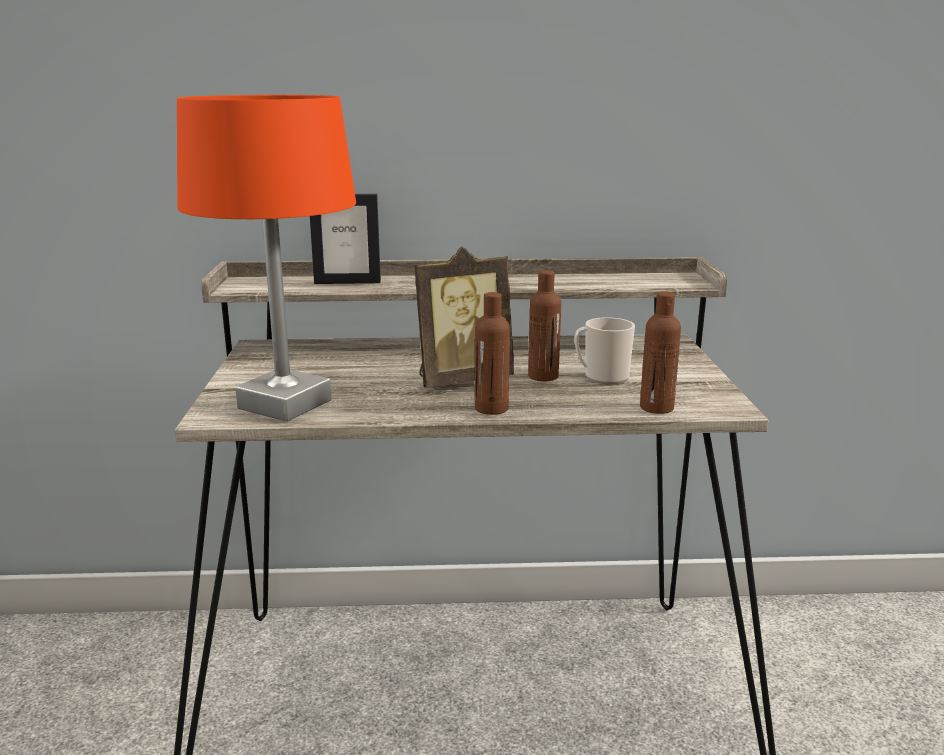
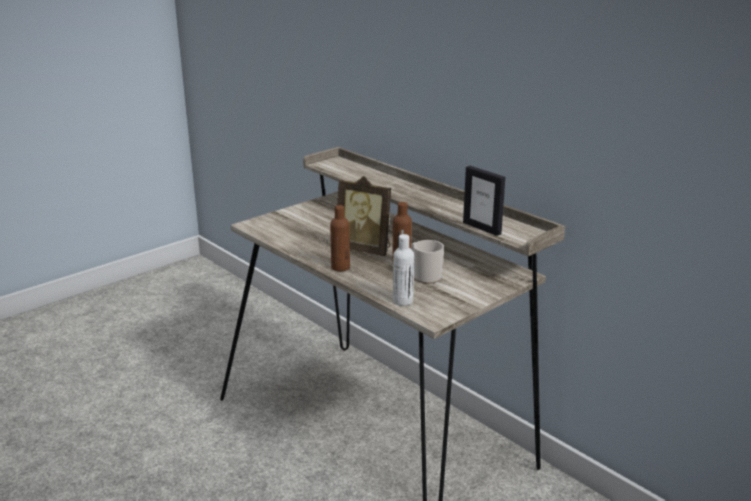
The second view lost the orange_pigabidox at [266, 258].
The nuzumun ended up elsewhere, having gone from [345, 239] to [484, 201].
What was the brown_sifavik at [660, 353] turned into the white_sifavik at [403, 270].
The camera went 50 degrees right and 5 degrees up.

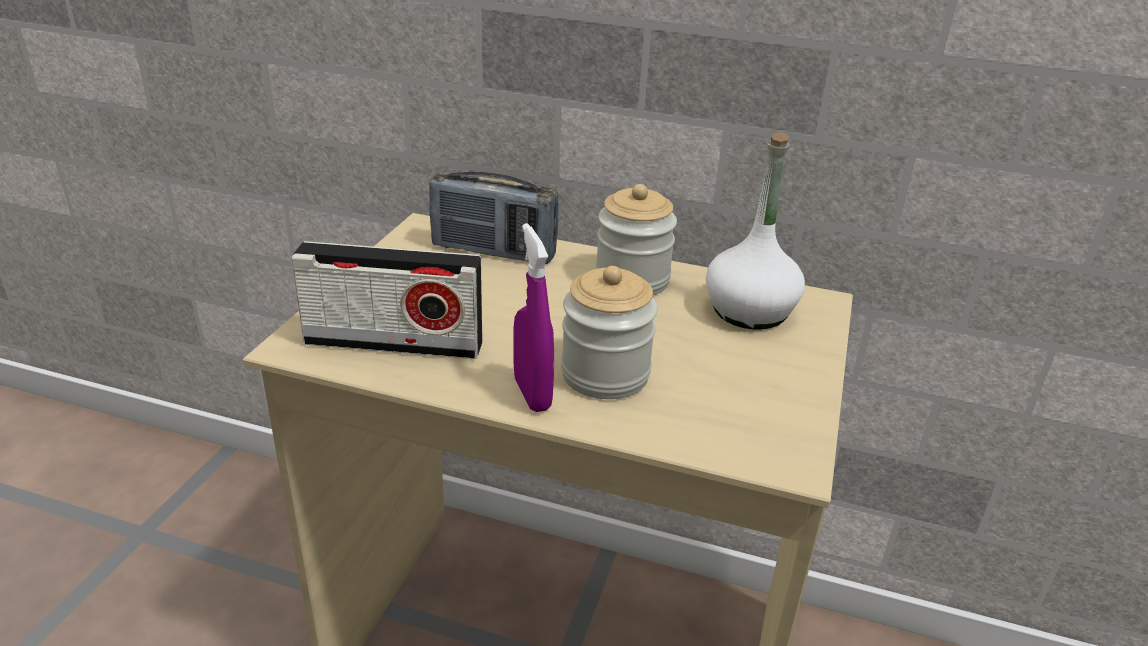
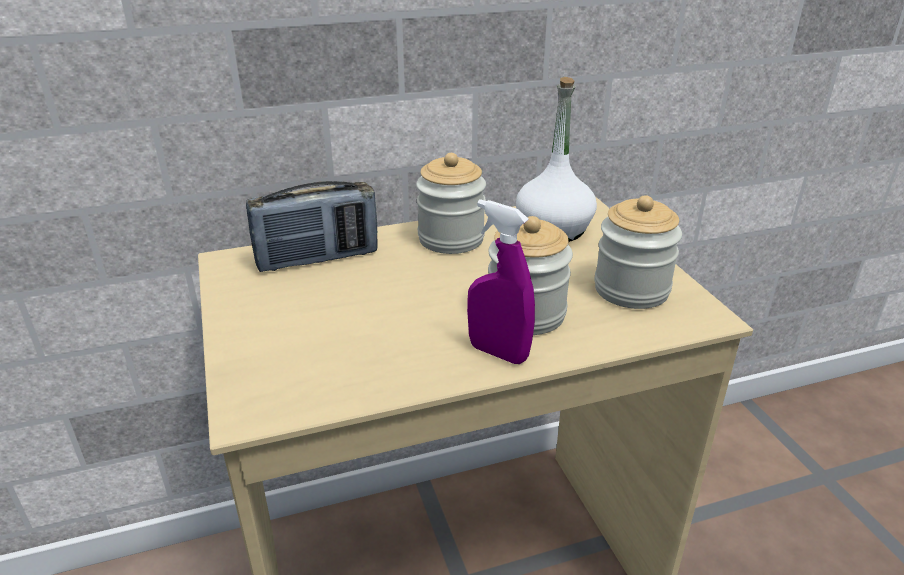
The second view lost the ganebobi at [386, 300].
The second view gained the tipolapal at [638, 252].
The camera went 35 degrees left and 0 degrees up.

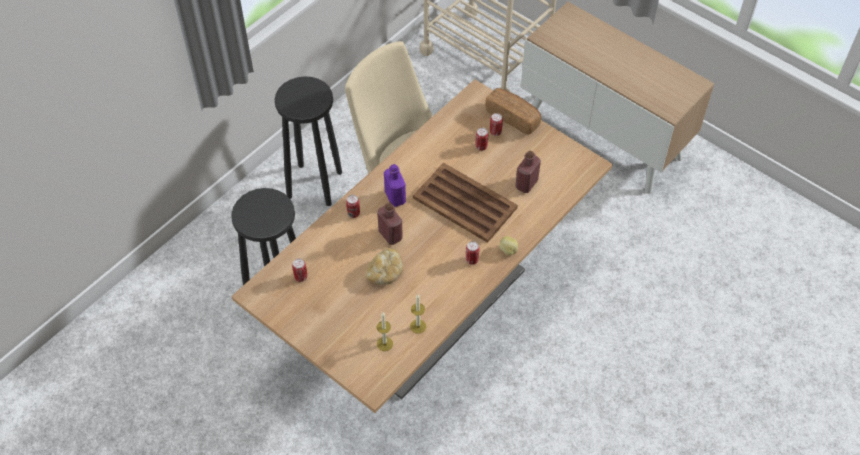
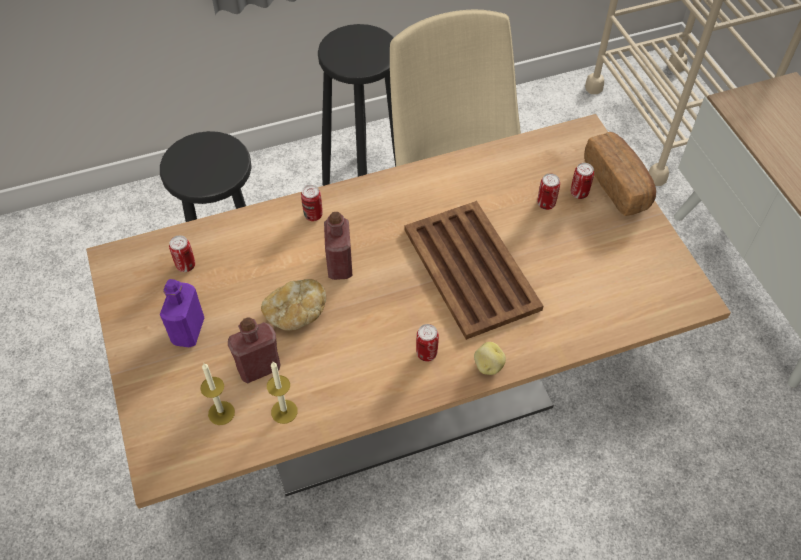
The purple_sifavik ended up elsewhere, having gone from [395, 185] to [182, 313].
The red_sifavik ended up elsewhere, having gone from [528, 172] to [254, 350].
The camera went 30 degrees right and 0 degrees up.

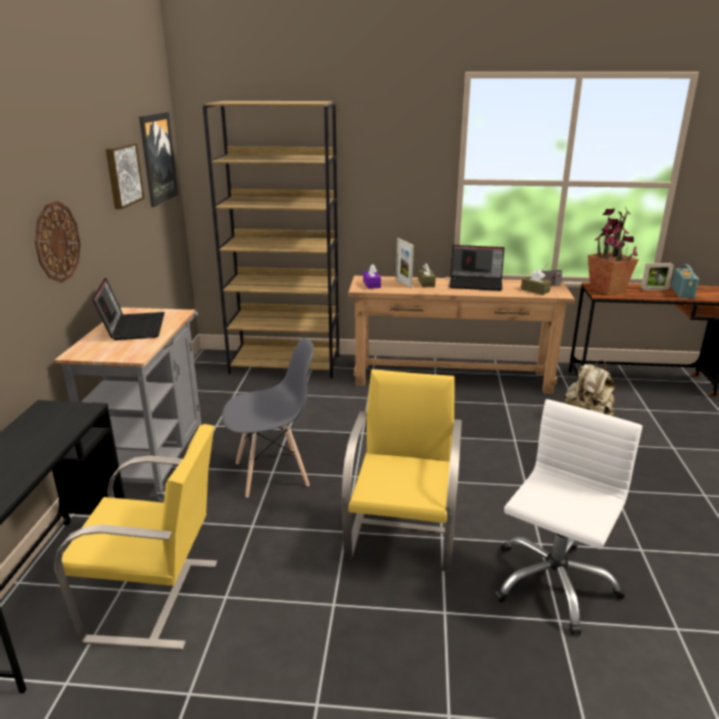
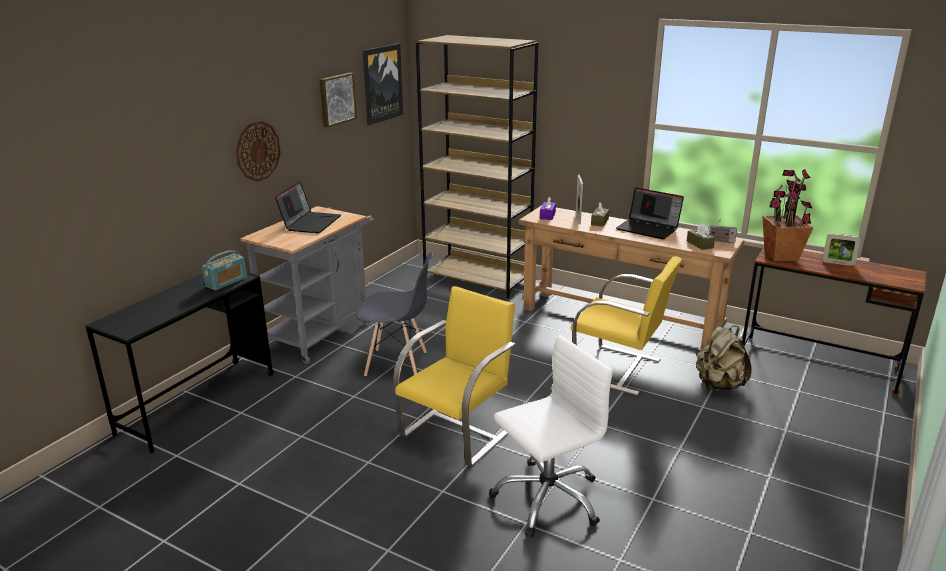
The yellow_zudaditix ended up elsewhere, having gone from [135, 537] to [626, 325].
The ganebobi ended up elsewhere, having gone from [685, 281] to [224, 270].
The camera went 25 degrees right and 0 degrees up.

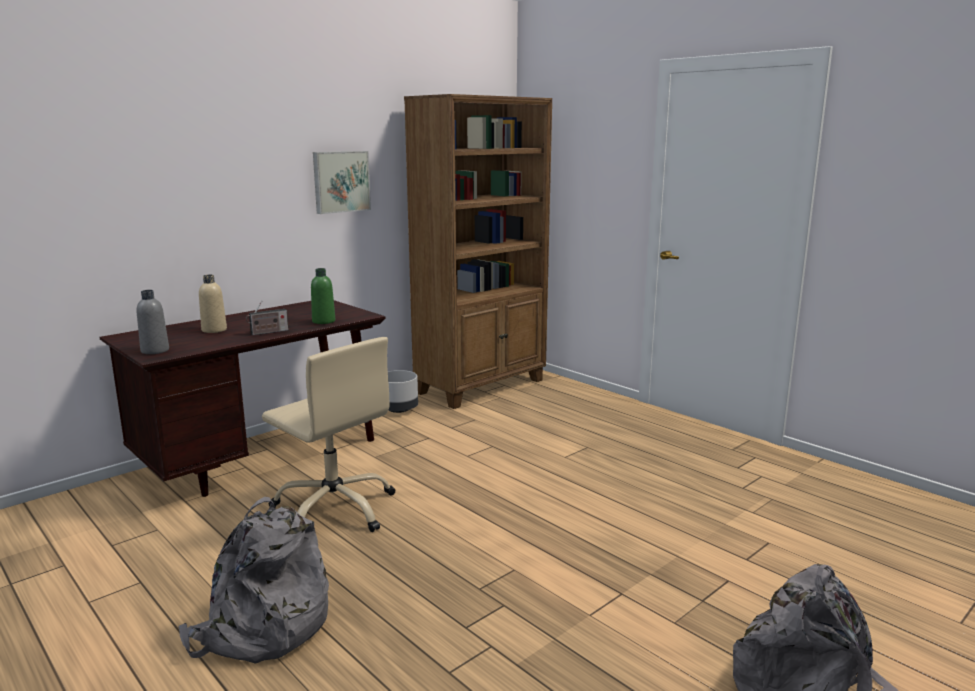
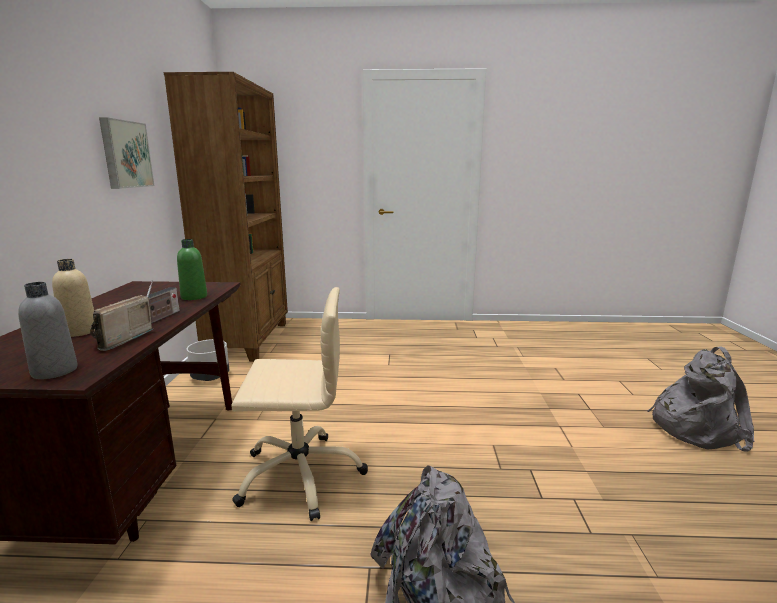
The second view gained the ganebobi at [121, 323].
The camera went 45 degrees left and 0 degrees up.

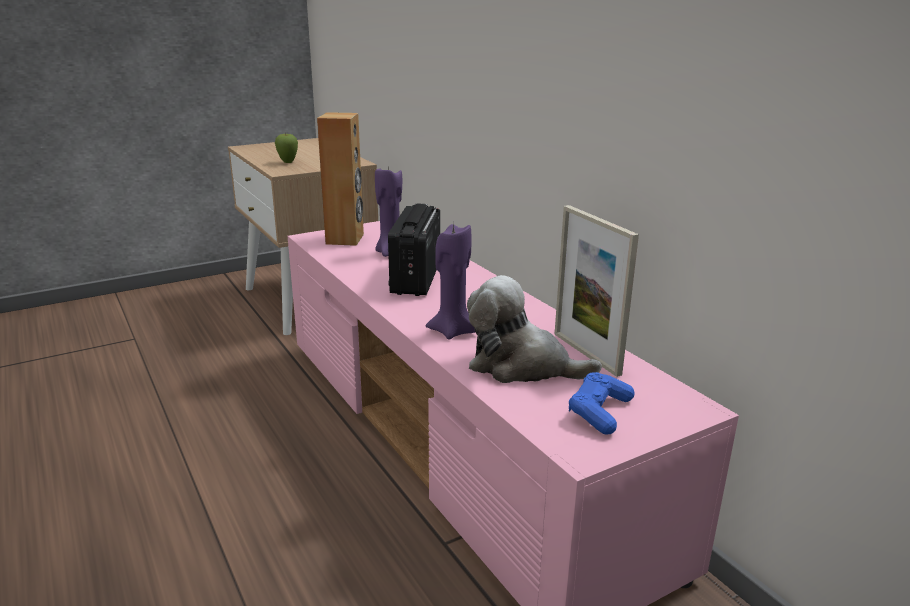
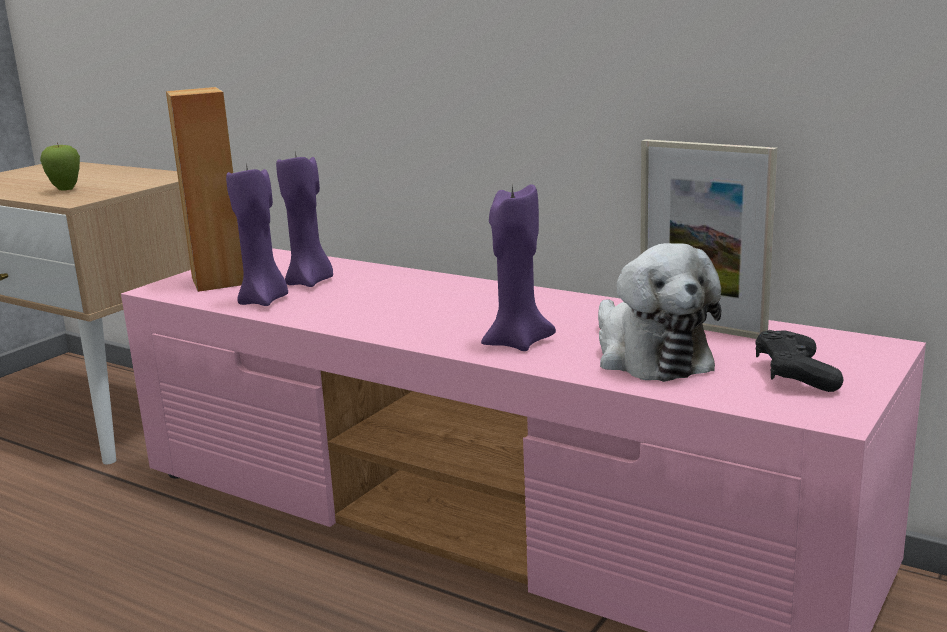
The second view lost the ganebobi at [414, 249].
The second view gained the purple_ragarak at [257, 235].
What was the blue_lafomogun at [602, 403] turned into the black_lafomogun at [799, 361].
The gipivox at [534, 329] ended up facing another way, 105 degrees counterclockwise from before.
The camera went 25 degrees left and 5 degrees down.

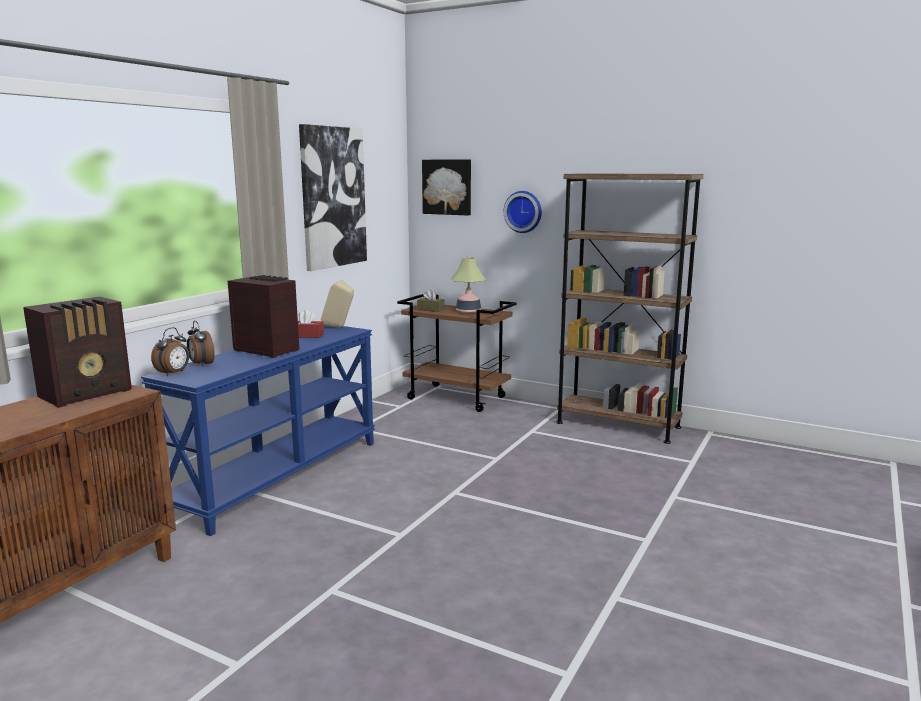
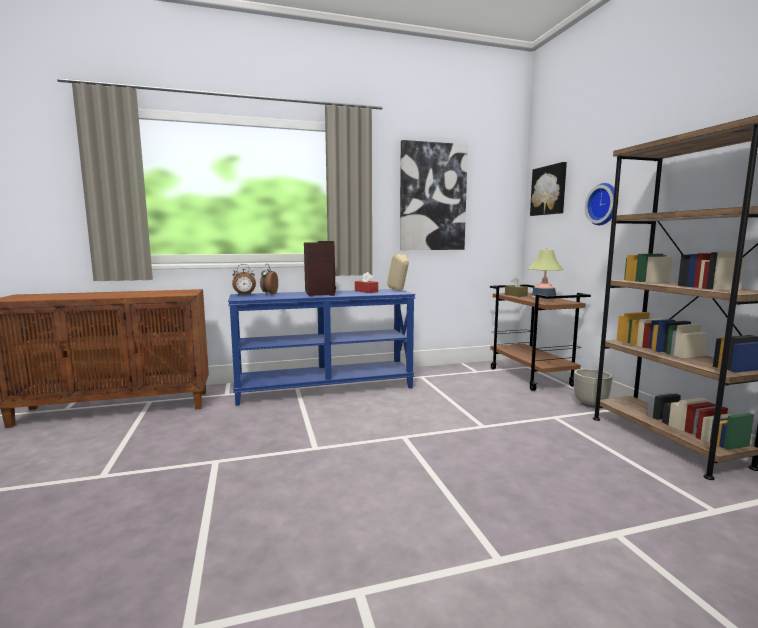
The second view lost the ganebobi at [77, 352].
The second view gained the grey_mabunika at [593, 388].
The camera went 45 degrees right and 5 degrees down.

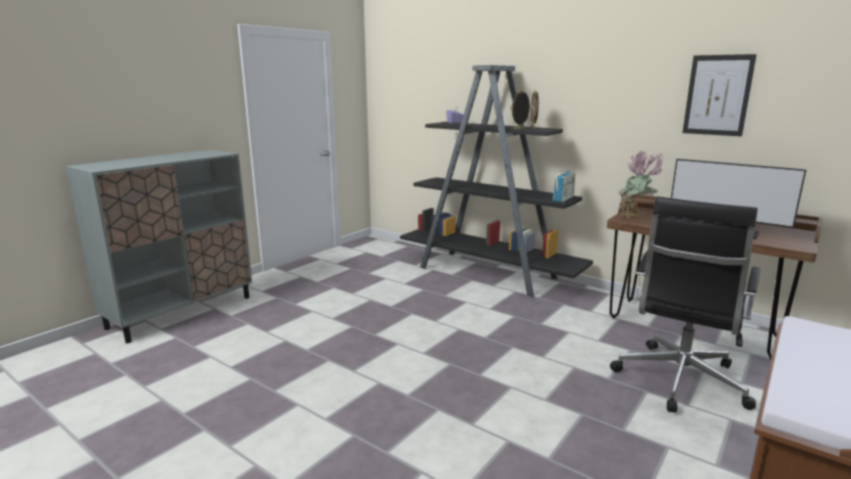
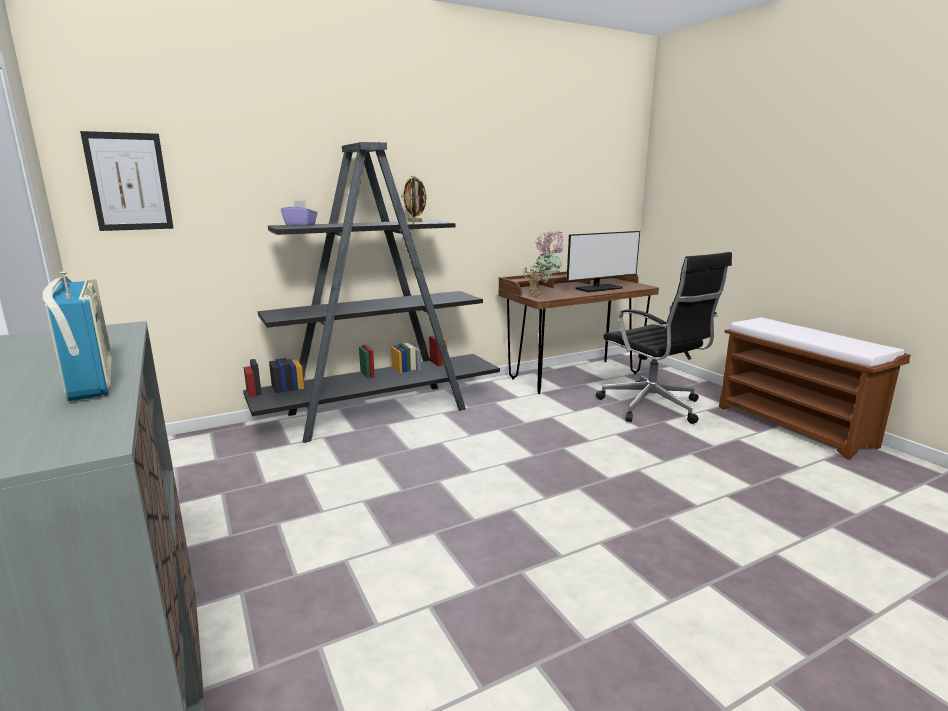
The ganebobi ended up elsewhere, having gone from [564, 187] to [77, 336].
The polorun ended up elsewhere, having gone from [719, 95] to [126, 181].
The camera went 65 degrees left and 0 degrees up.

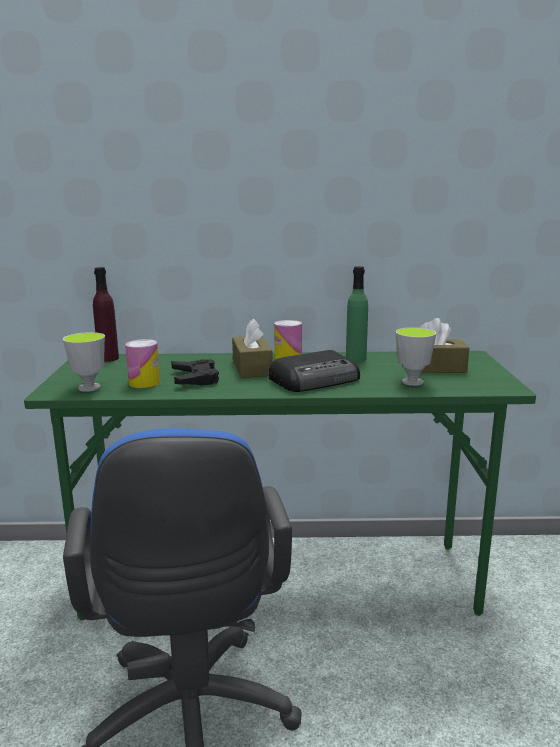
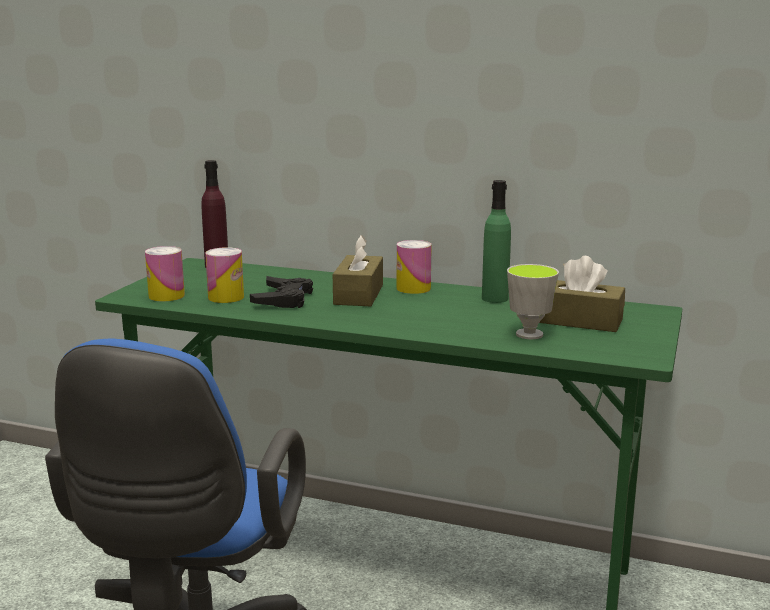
The second view lost the ganebobi at [314, 371].
Where the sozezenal stood at [84, 362], the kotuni came to stand at [165, 274].
The camera went 20 degrees right and 0 degrees up.

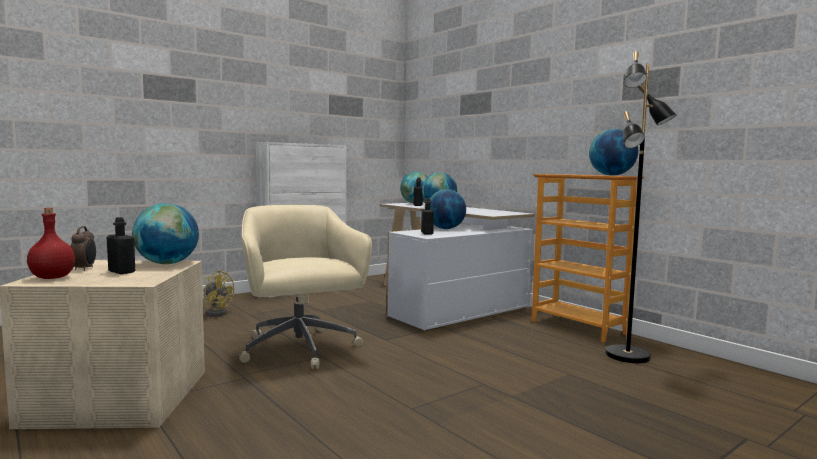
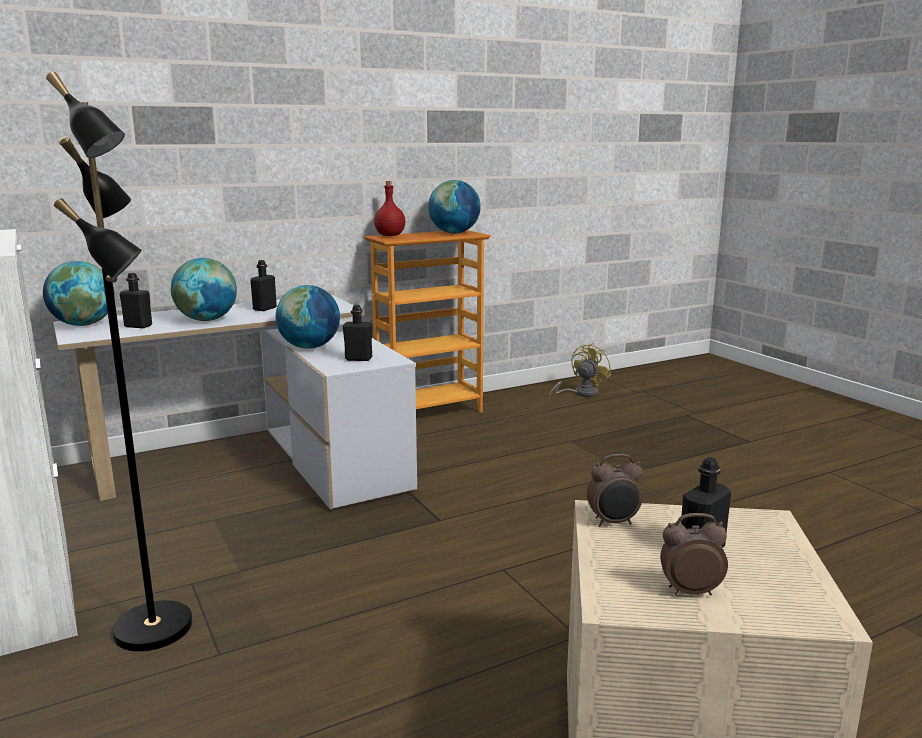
The second view lost the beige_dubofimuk at [305, 287].
The second view gained the black_sifavik at [263, 285].
The red_sifavik ended up elsewhere, having gone from [51, 243] to [389, 208].
The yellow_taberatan ended up elsewhere, having gone from [218, 293] to [580, 370].
The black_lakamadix ended up elsewhere, having gone from [641, 207] to [119, 361].
Where the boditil stood at [165, 233], the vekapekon came to stand at [615, 490].
The camera went 80 degrees left and 10 degrees up.

